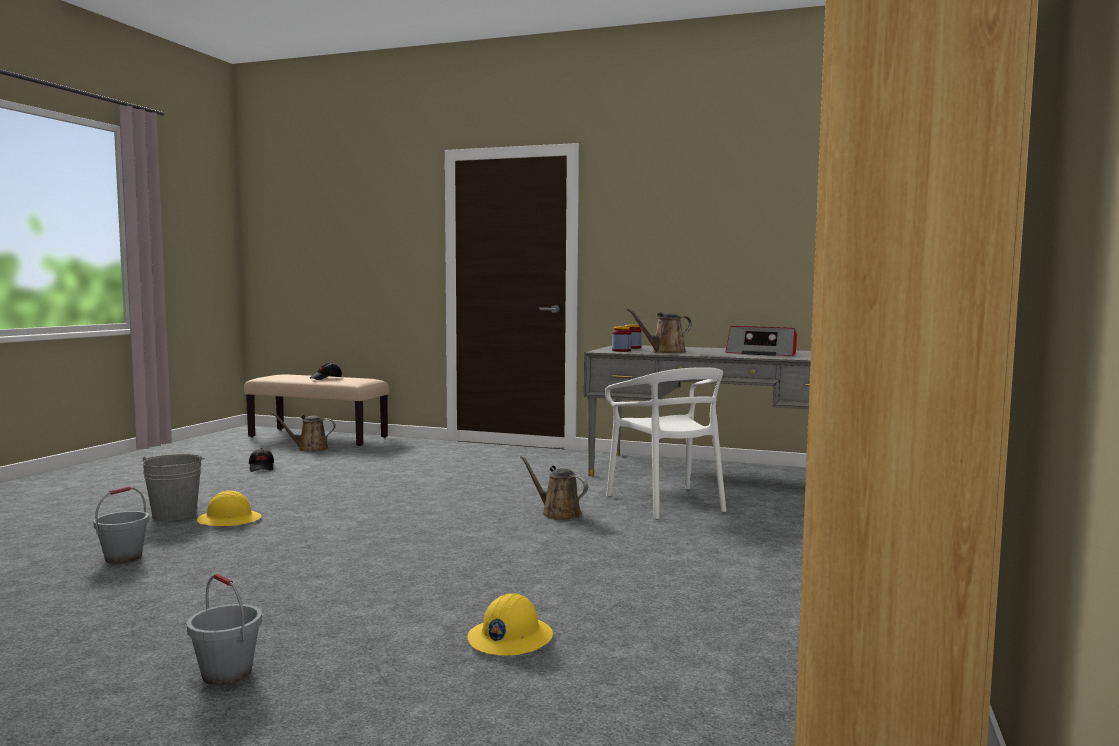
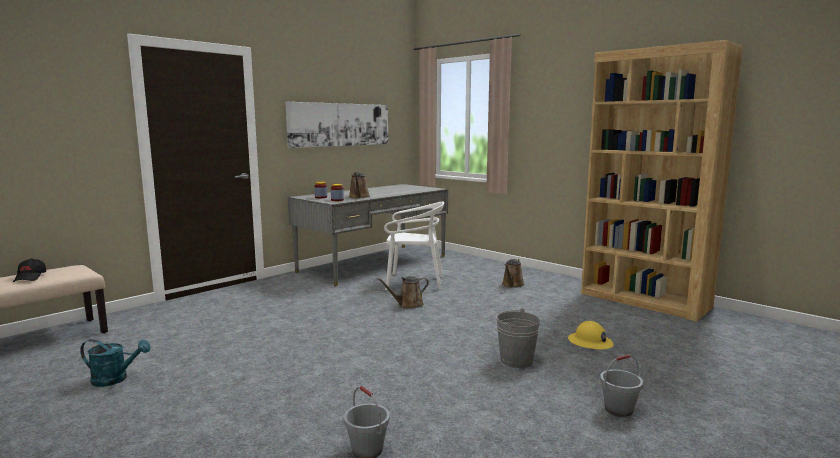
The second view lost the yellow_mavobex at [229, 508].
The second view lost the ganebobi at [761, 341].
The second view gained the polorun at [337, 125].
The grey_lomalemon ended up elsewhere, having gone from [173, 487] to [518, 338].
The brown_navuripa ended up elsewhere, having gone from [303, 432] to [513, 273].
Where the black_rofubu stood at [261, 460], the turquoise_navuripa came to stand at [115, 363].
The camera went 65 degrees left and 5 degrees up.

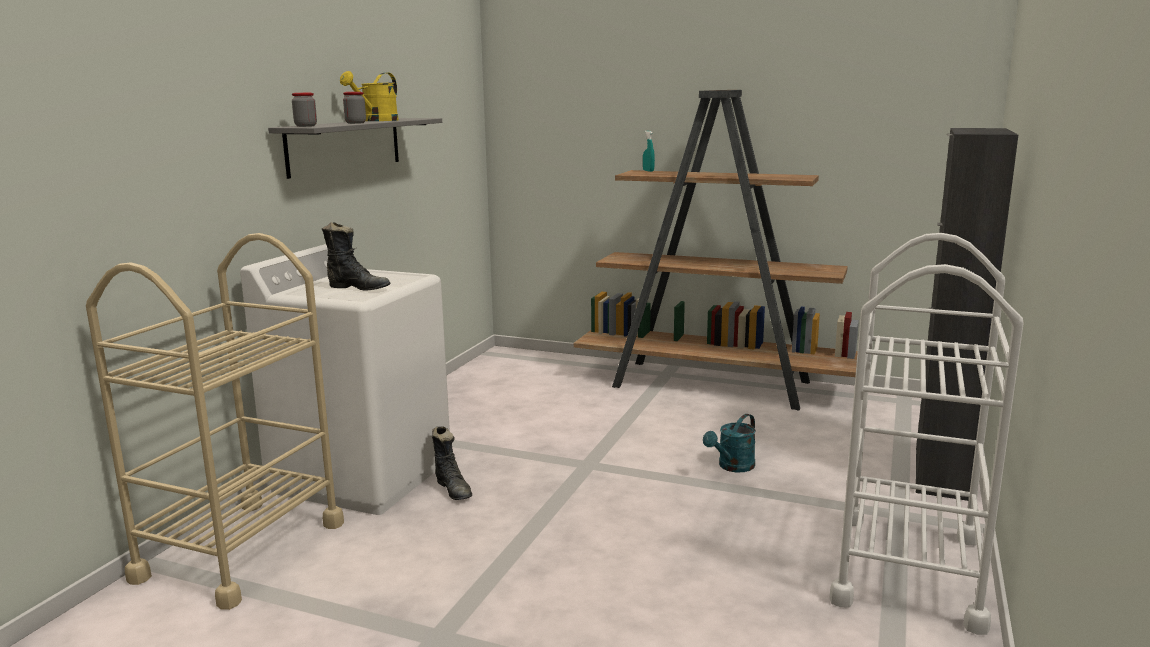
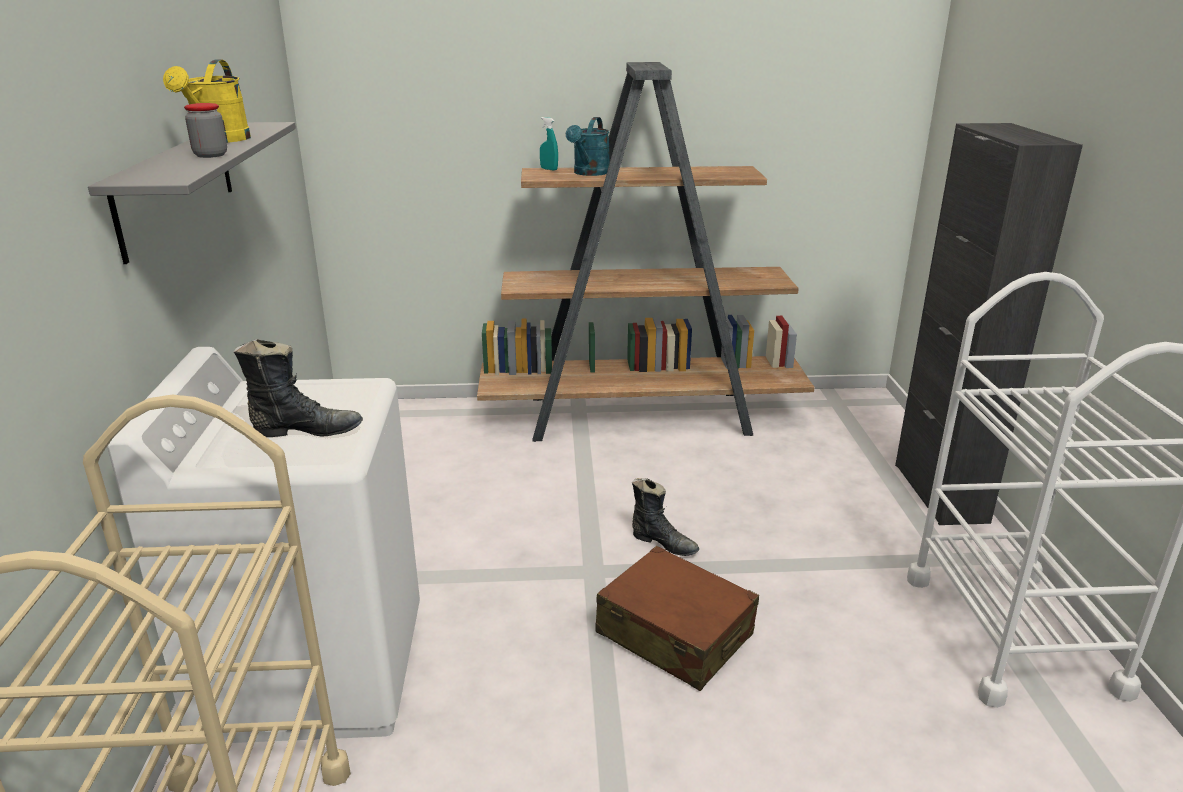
The second view lost the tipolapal at [304, 110].
The second view gained the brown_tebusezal at [677, 618].
The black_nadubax ended up elsewhere, having gone from [452, 463] to [665, 517].
The turquoise_navuripa ended up elsewhere, having gone from [729, 443] to [587, 146].
The camera went 25 degrees left and 10 degrees up.

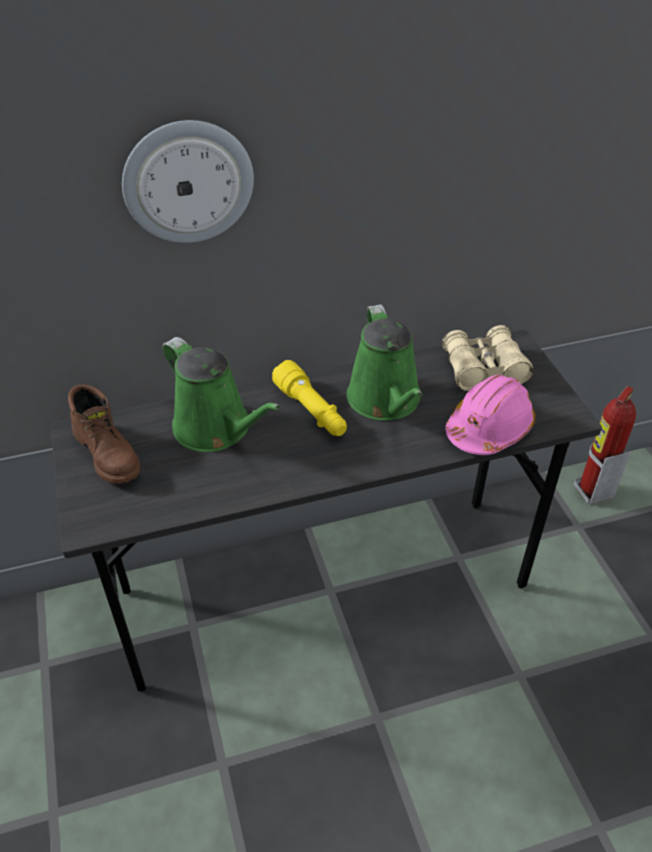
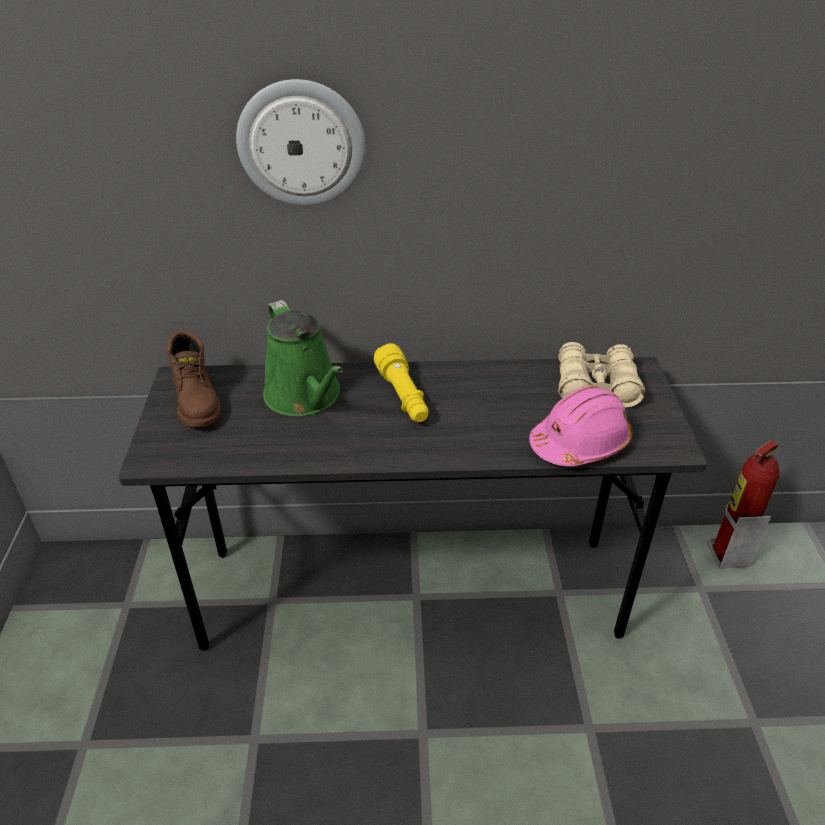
The second view lost the green_navuripa at [385, 362].
The camera went 15 degrees right and 5 degrees down.

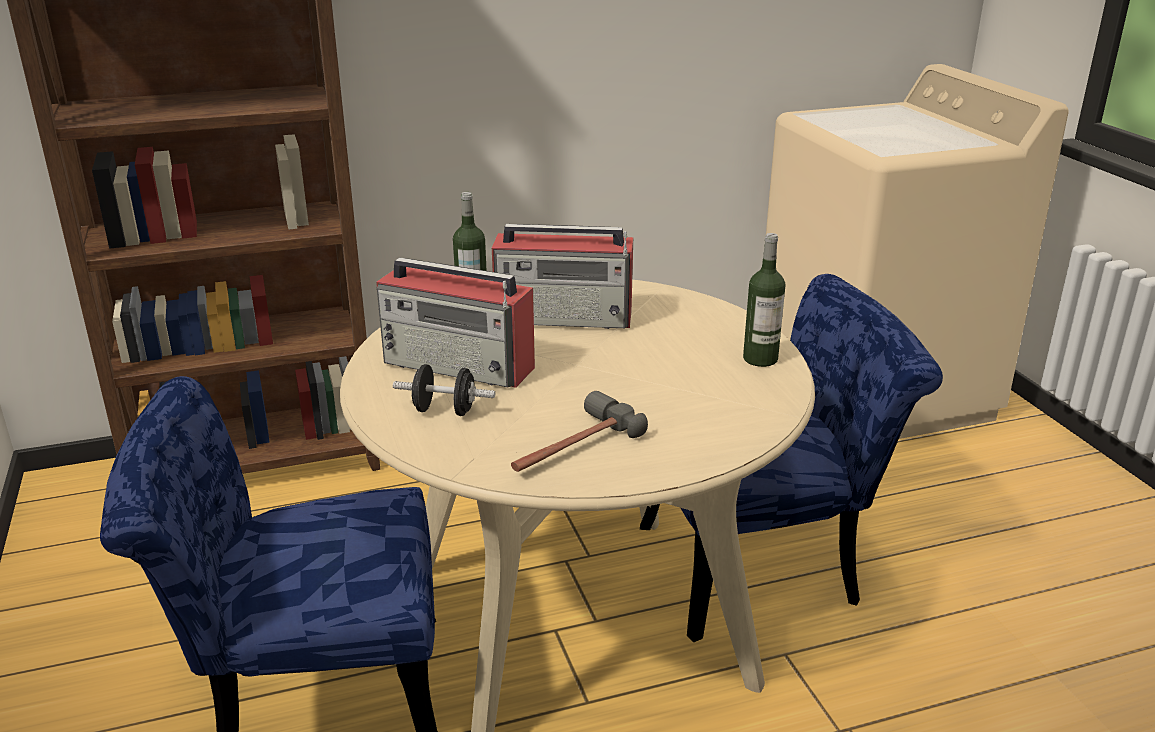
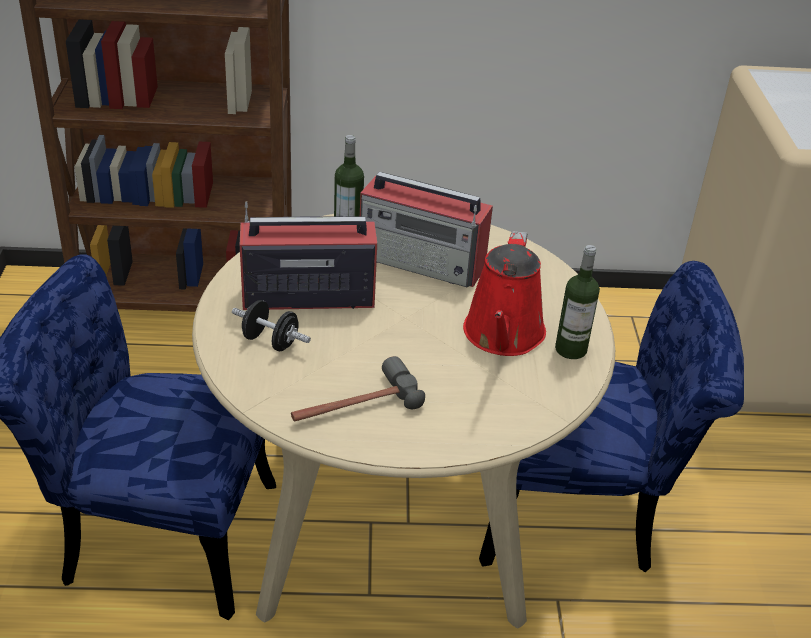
The second view gained the red_navuripa at [504, 293].
The ganebobi at [455, 322] ended up facing another way, 135 degrees clockwise from before.
The camera went 15 degrees right and 10 degrees up.

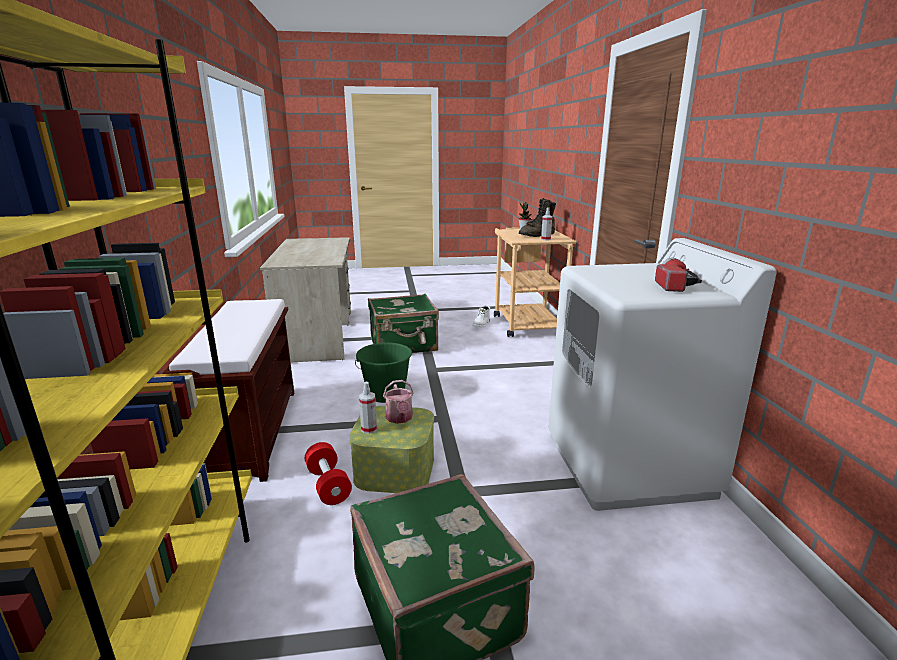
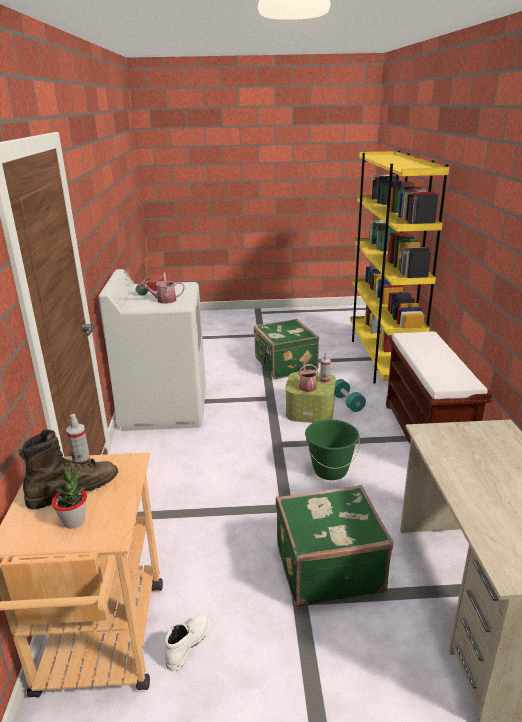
The second view gained the navuripa at [162, 288].
What was the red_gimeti at [328, 473] turned into the turquoise_gimeti at [350, 395].
The camera went 175 degrees left and 5 degrees up.

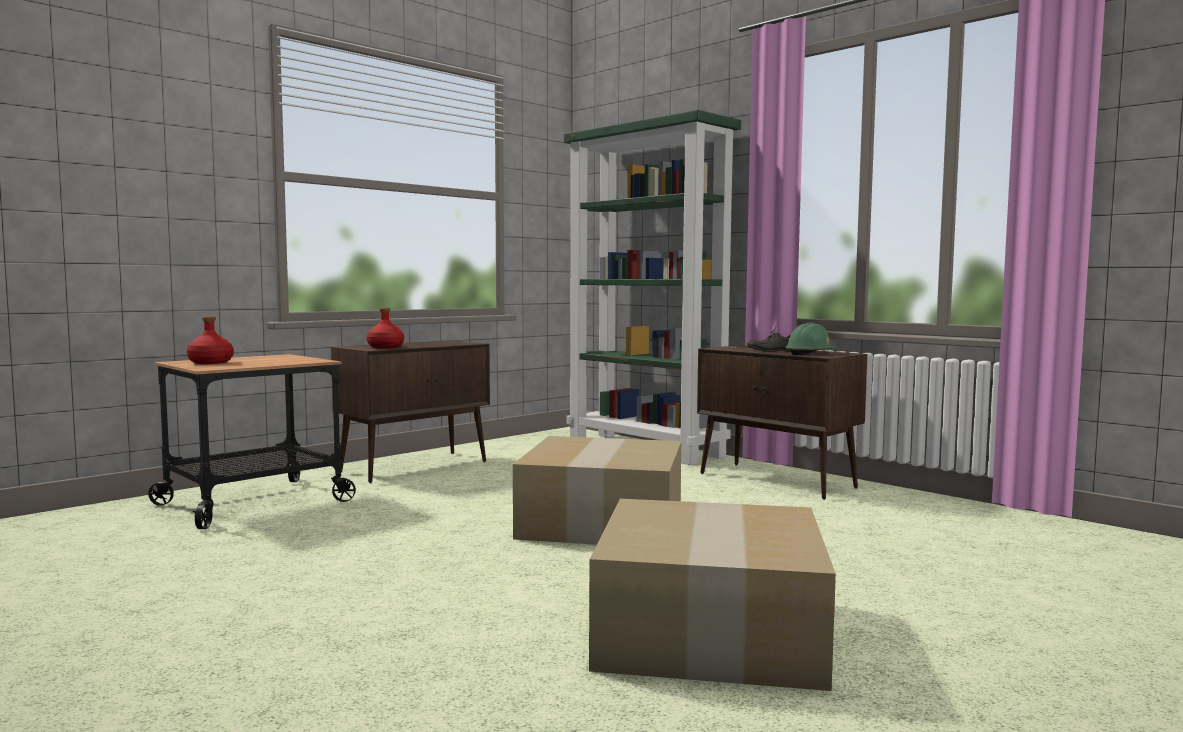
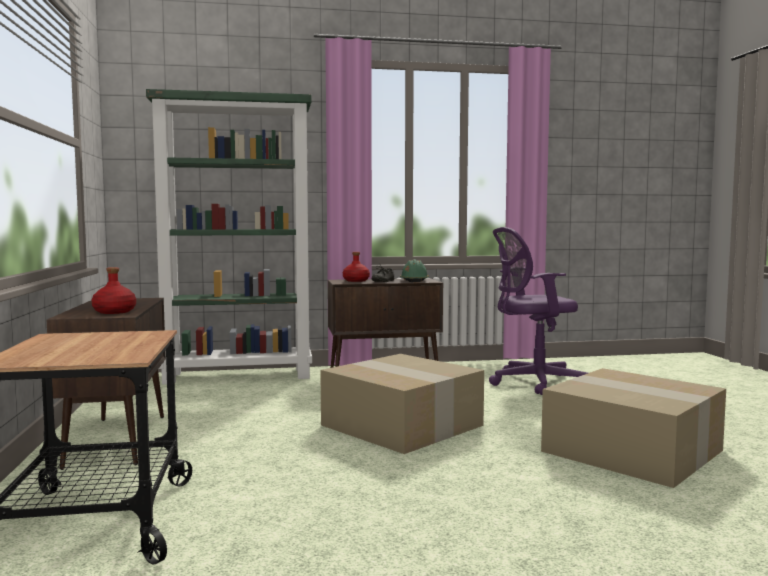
The second view gained the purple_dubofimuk at [538, 311].
The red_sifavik ended up elsewhere, having gone from [210, 340] to [356, 267].
The camera went 55 degrees left and 0 degrees up.

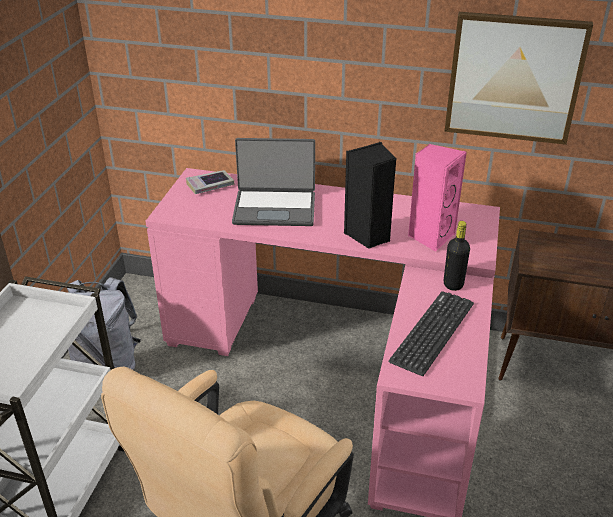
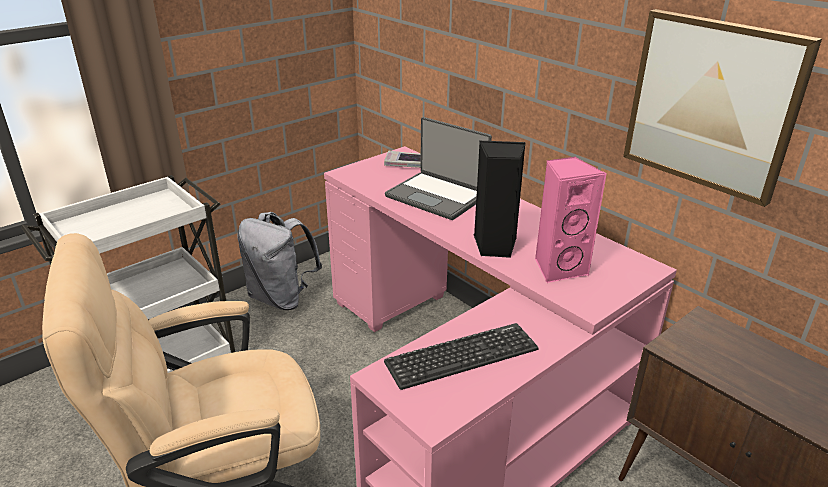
The second view lost the black_sifavik at [457, 256].
The camera went 35 degrees right and 5 degrees down.

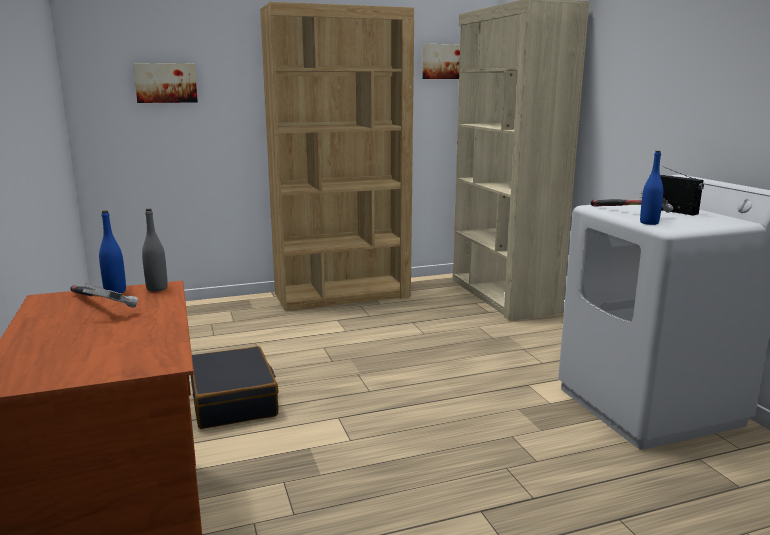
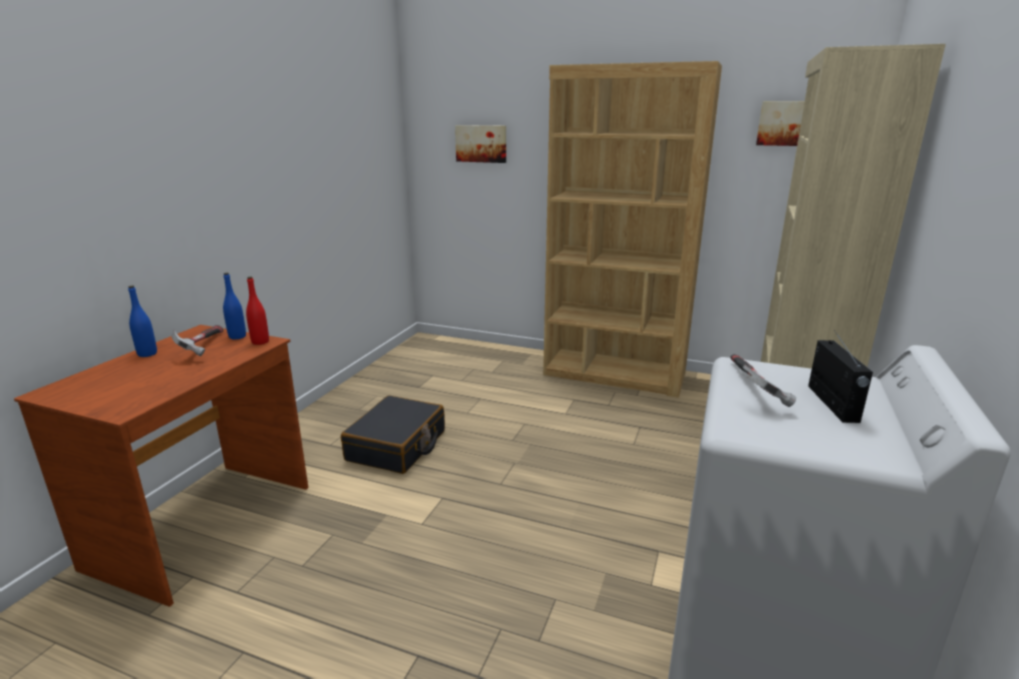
The blue_sifavik ended up elsewhere, having gone from [651, 188] to [142, 321].
What was the grey_sifavik at [155, 250] turned into the red_sifavik at [257, 311].
The camera went 40 degrees right and 5 degrees up.

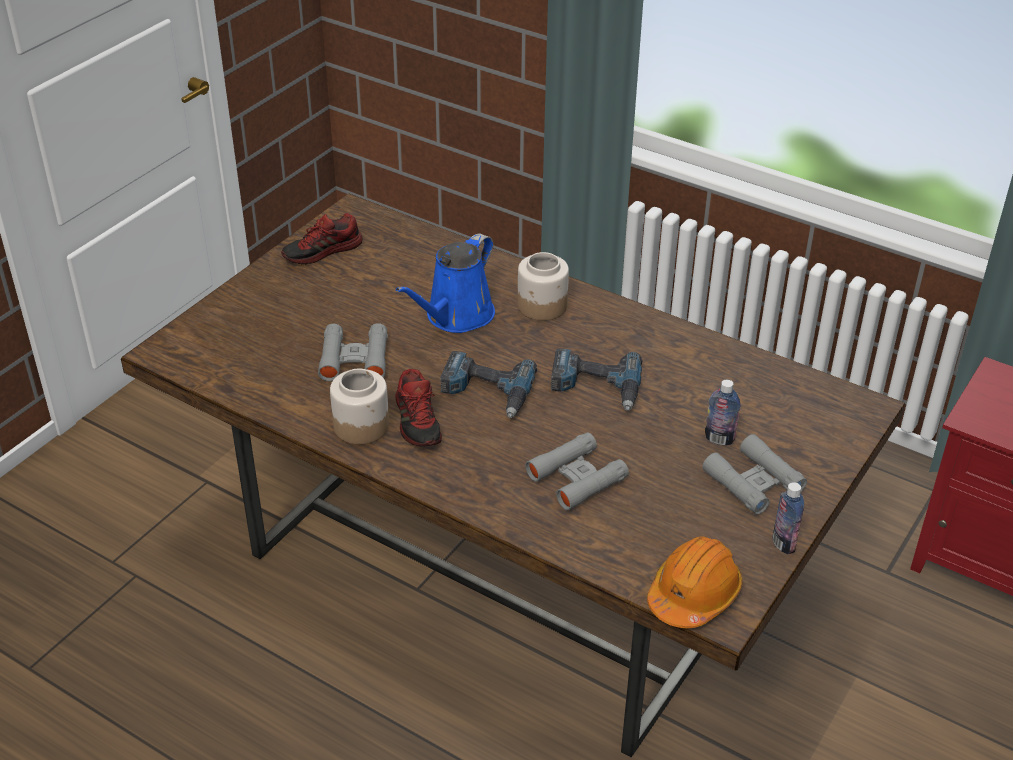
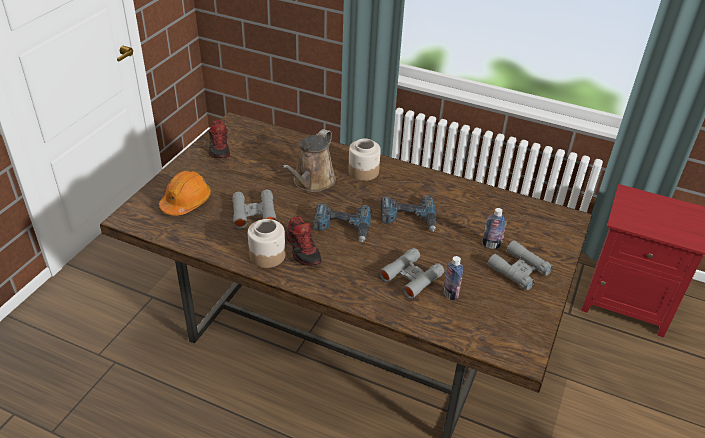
The orange_mavobex ended up elsewhere, having gone from [695, 582] to [185, 193].
The sifavik ended up elsewhere, having gone from [788, 518] to [453, 278].
What was the blue_navuripa at [445, 283] turned into the brown_navuripa at [308, 160].
The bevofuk at [322, 238] ended up facing another way, 60 degrees counterclockwise from before.
The camera went 10 degrees left and 0 degrees up.

